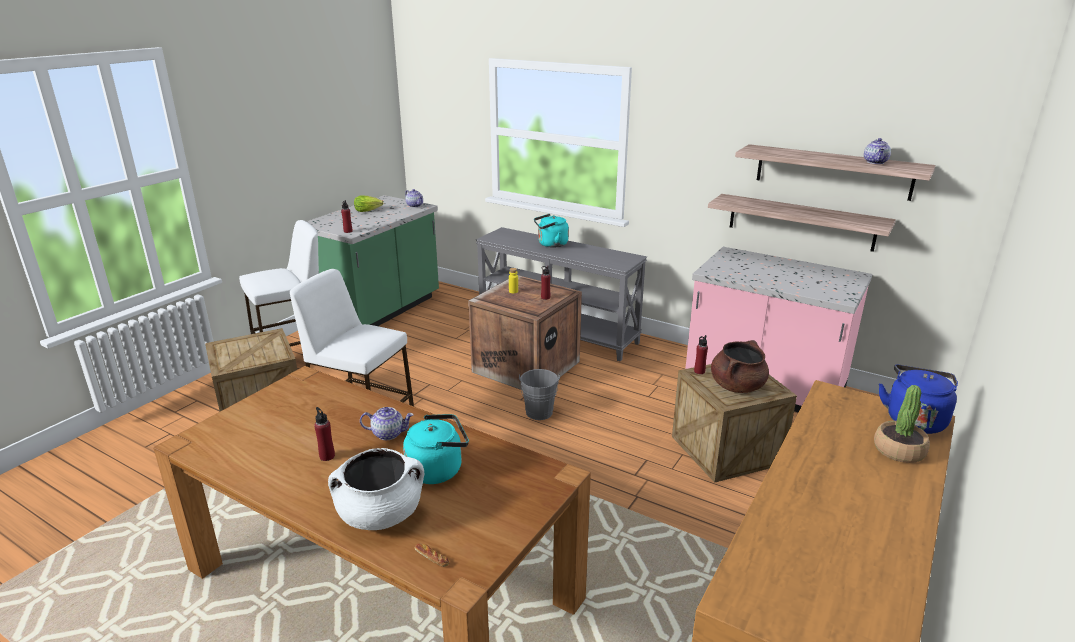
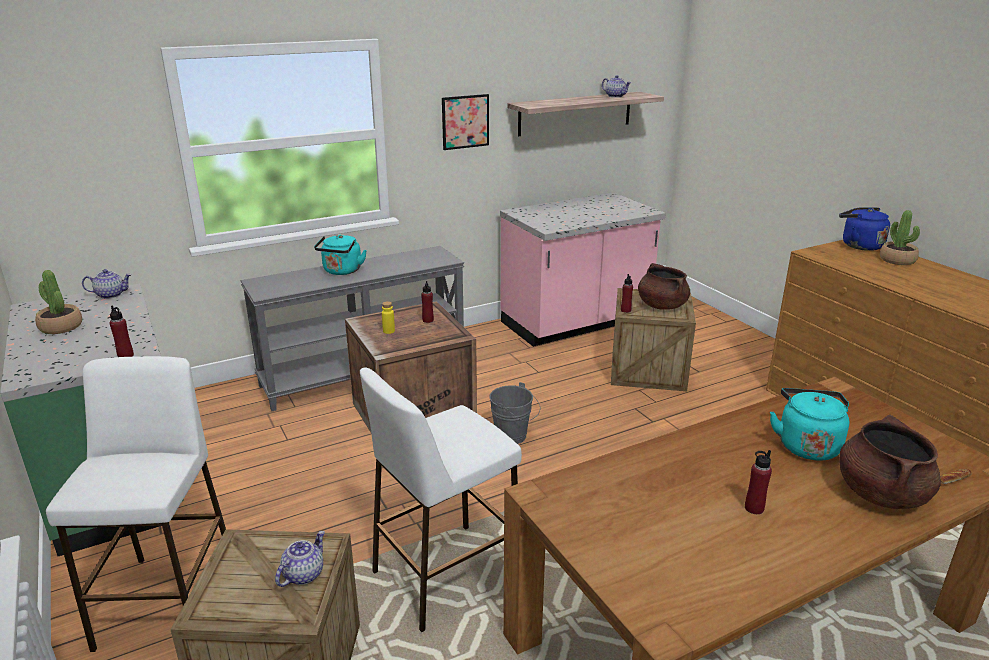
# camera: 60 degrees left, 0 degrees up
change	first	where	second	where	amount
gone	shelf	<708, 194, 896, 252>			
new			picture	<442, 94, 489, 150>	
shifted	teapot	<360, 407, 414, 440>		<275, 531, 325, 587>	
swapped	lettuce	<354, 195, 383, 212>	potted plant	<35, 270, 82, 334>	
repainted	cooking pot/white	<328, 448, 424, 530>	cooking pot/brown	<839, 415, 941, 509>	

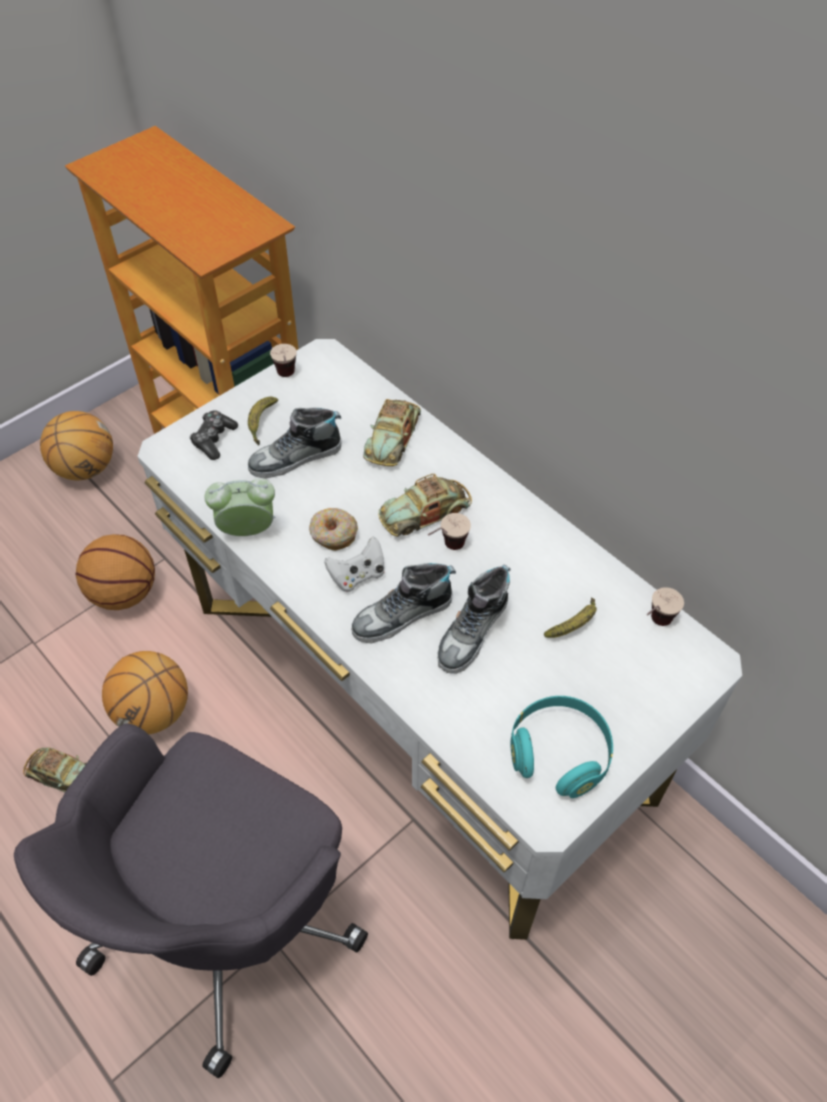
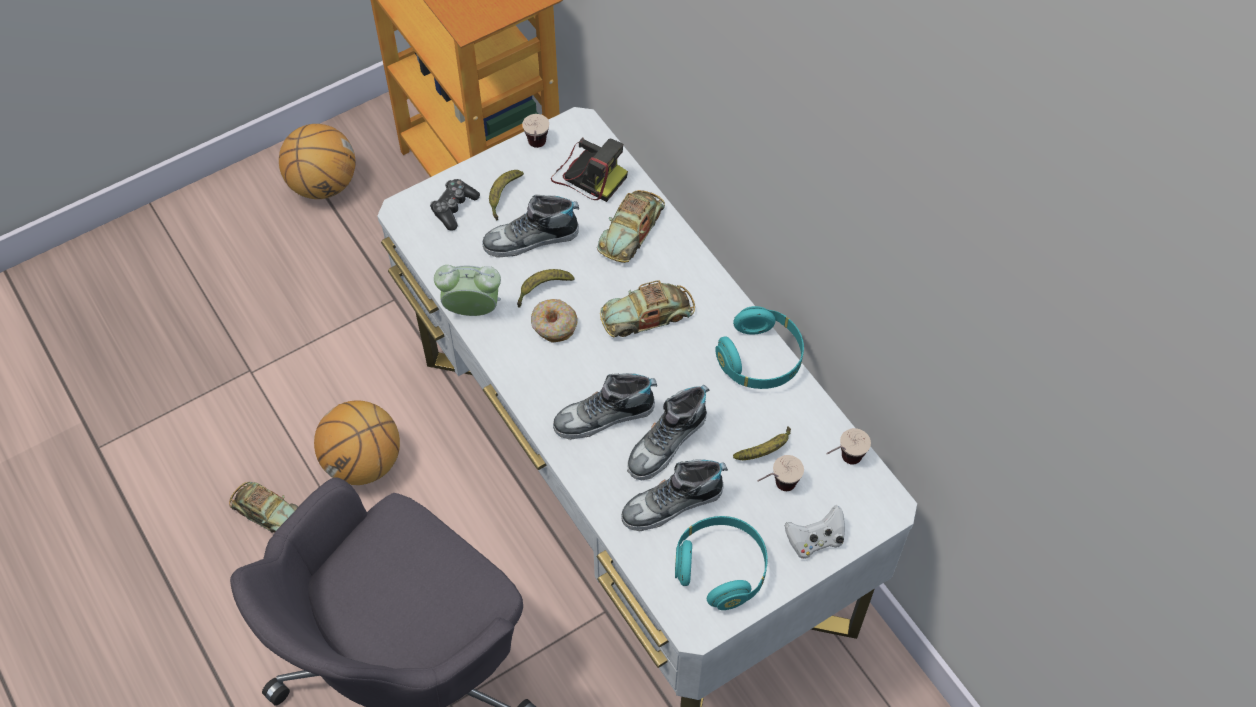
# camera: 10 degrees right, 5 degrees up
change	first	where	second	where	amount
gone	basketball	<76, 534, 155, 610>			
new			banana	<517, 269, 574, 307>	
new			photo camera	<551, 138, 628, 202>	
new			shoe	<621, 459, 728, 531>	
new			headphones/turquoise	<715, 306, 804, 389>	
shifted	game controller/white	<324, 536, 385, 592>		<785, 505, 845, 559>	
shifted	cup	<428, 513, 471, 550>		<757, 455, 804, 491>	

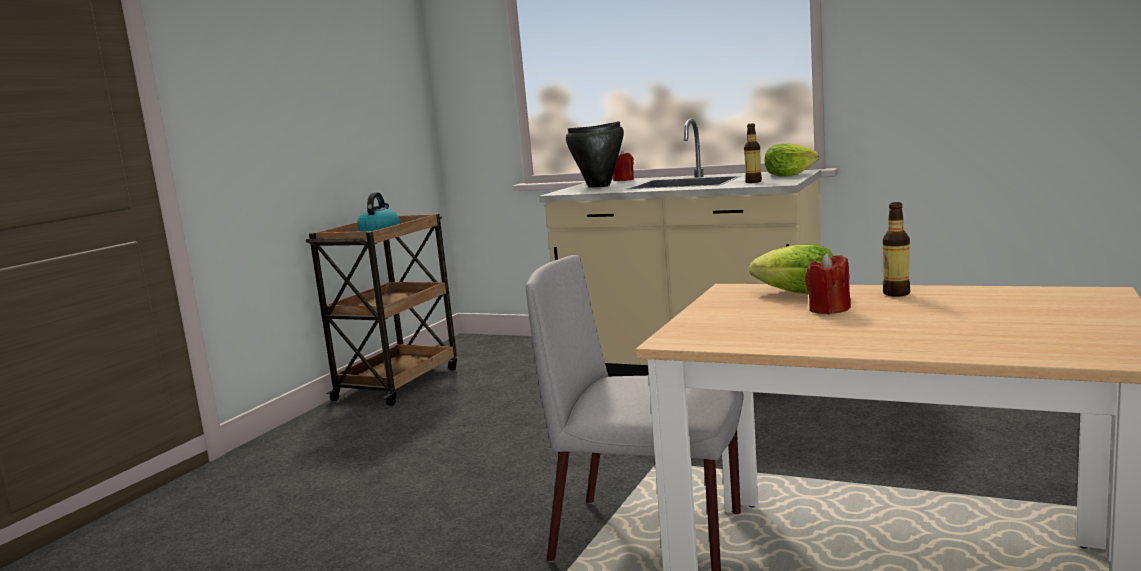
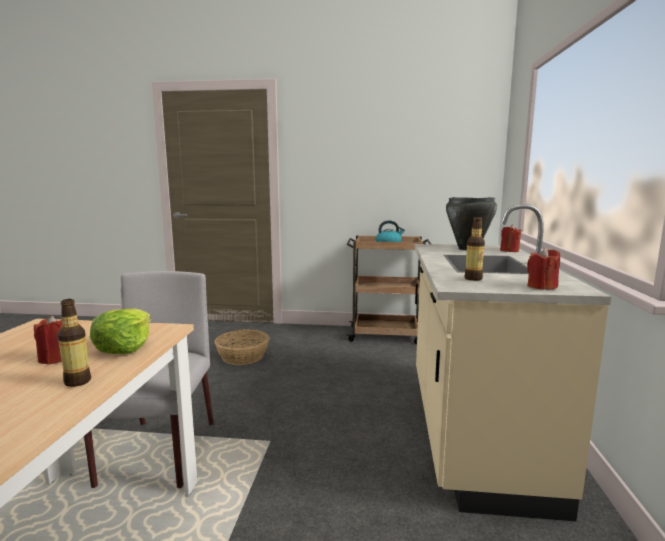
# camera: 70 degrees right, 0 degrees up
change	first	where	second	where	amount
new			basket	<214, 330, 269, 365>	
swapped	lettuce	<765, 144, 819, 176>	candle/red	<527, 247, 560, 290>	

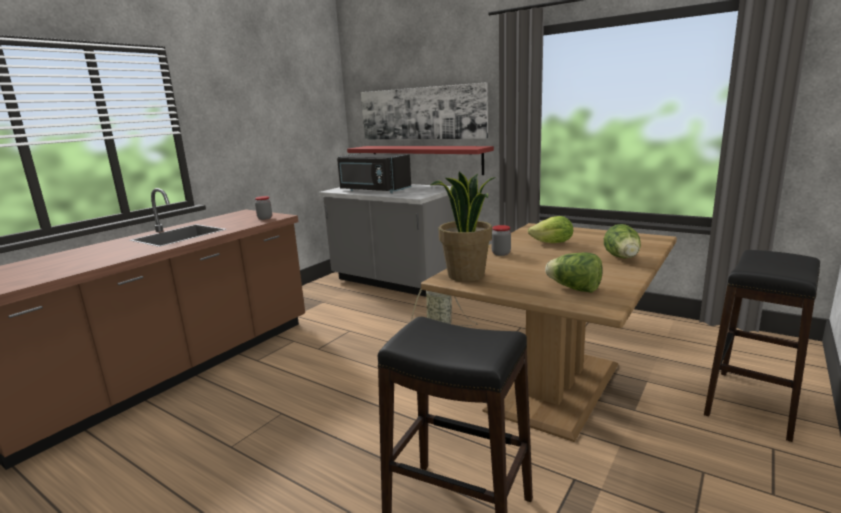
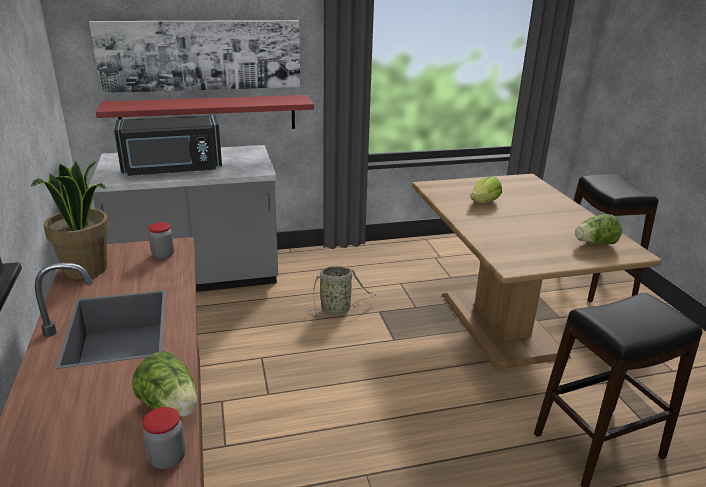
# camera: 50 degrees left, 10 degrees up
change	first	where	second	where	amount
shifted	potted plant	<430, 171, 495, 282>		<31, 161, 109, 279>	
shifted	jar	<492, 225, 511, 256>		<143, 407, 186, 469>	
shifted	lettuce	<604, 224, 641, 258>		<132, 351, 197, 417>	

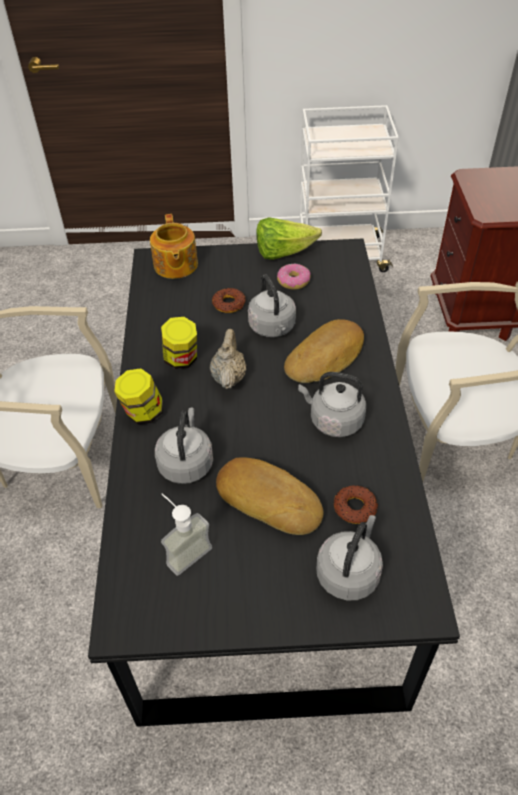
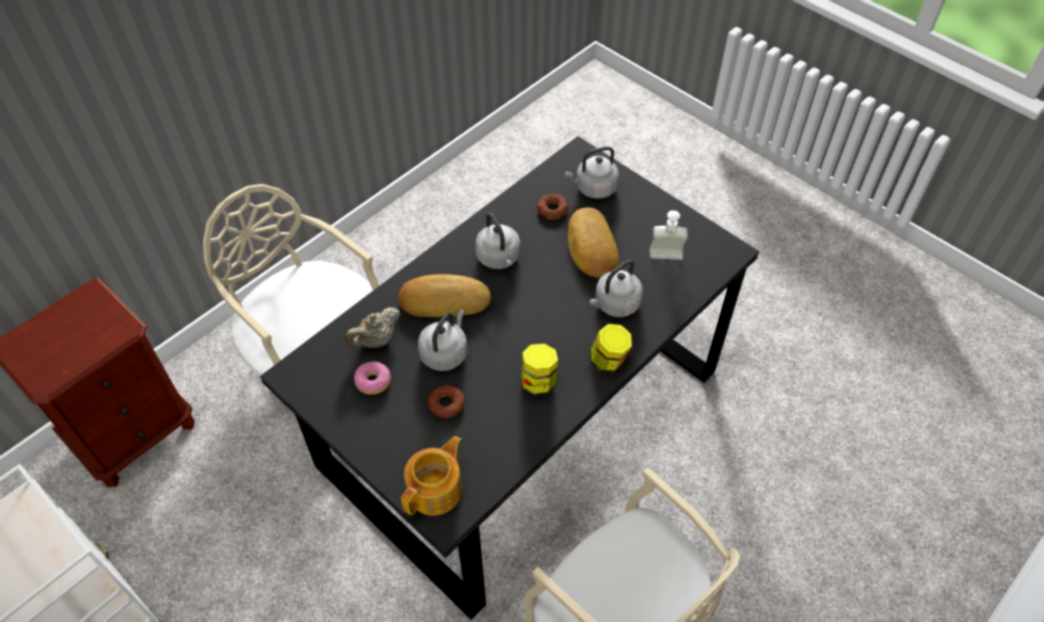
# camera: 135 degrees left, 5 degrees up
change	first	where	second	where	amount
gone	lettuce	<256, 217, 322, 260>			
shifted	teapot/beige	<210, 329, 246, 389>		<345, 307, 401, 348>	

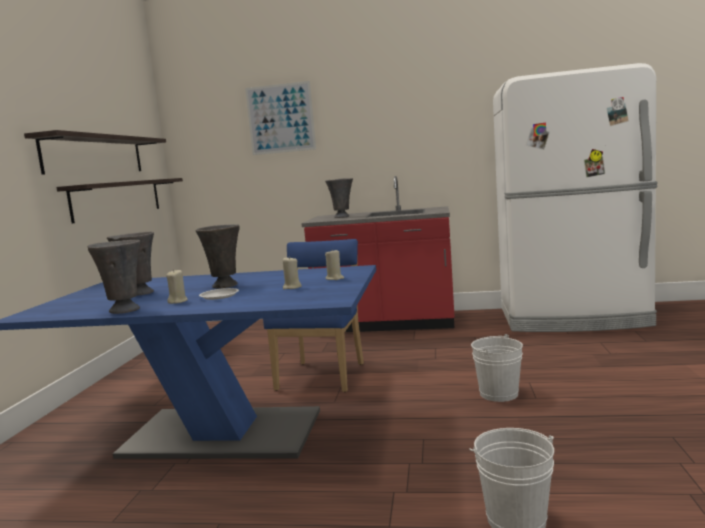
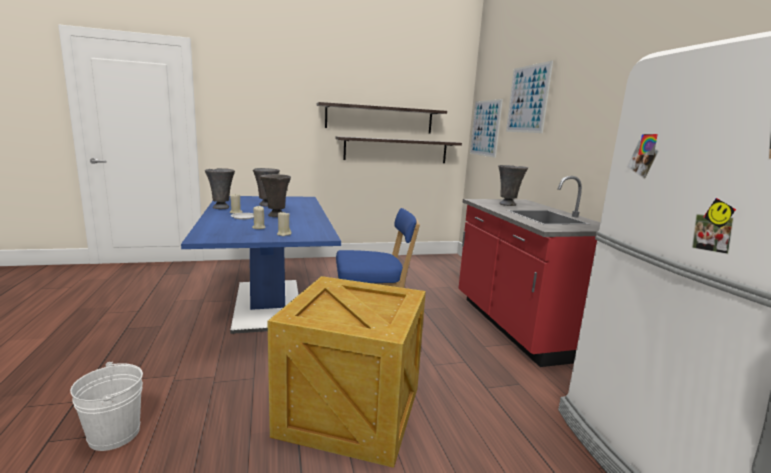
# camera: 65 degrees right, 5 degrees up
change	first	where	second	where	amount
new			picture	<470, 99, 503, 158>	
swapped	bucket/white	<471, 334, 523, 402>	crate	<267, 276, 426, 468>	

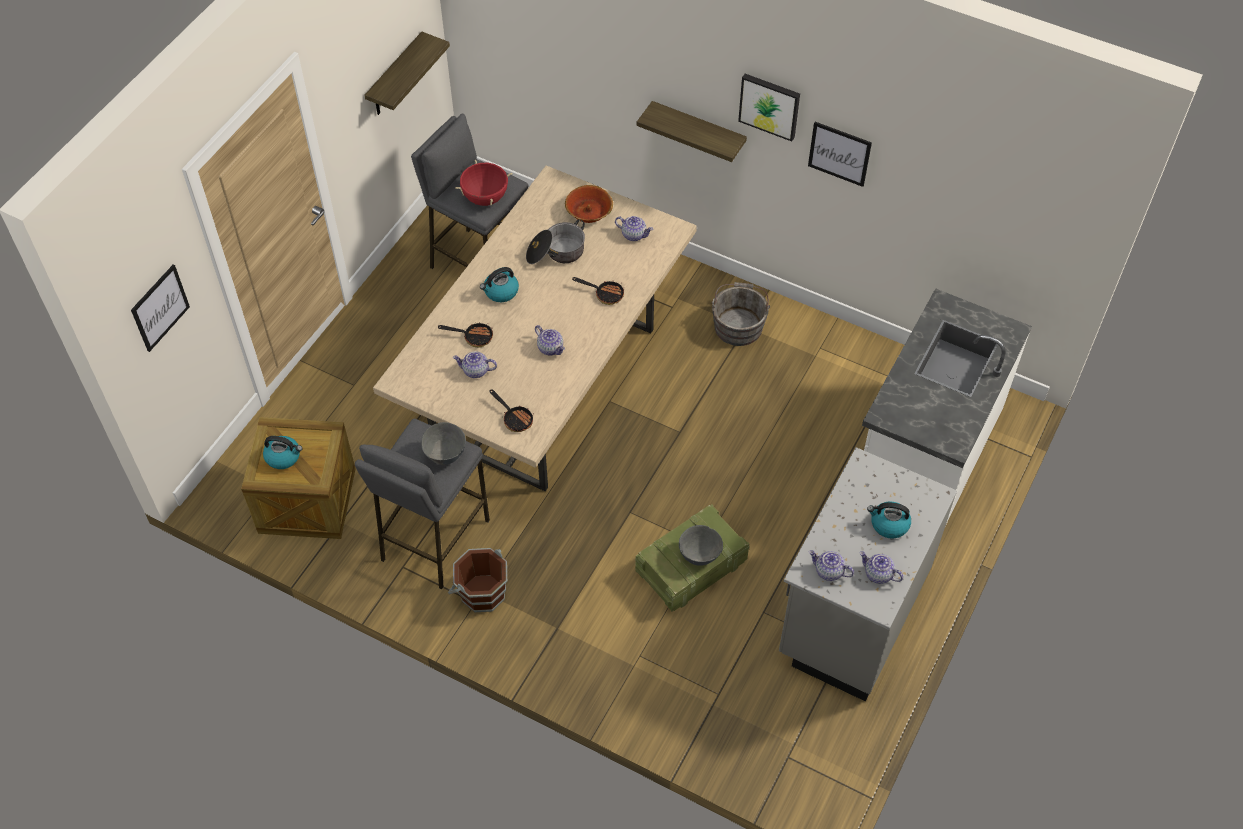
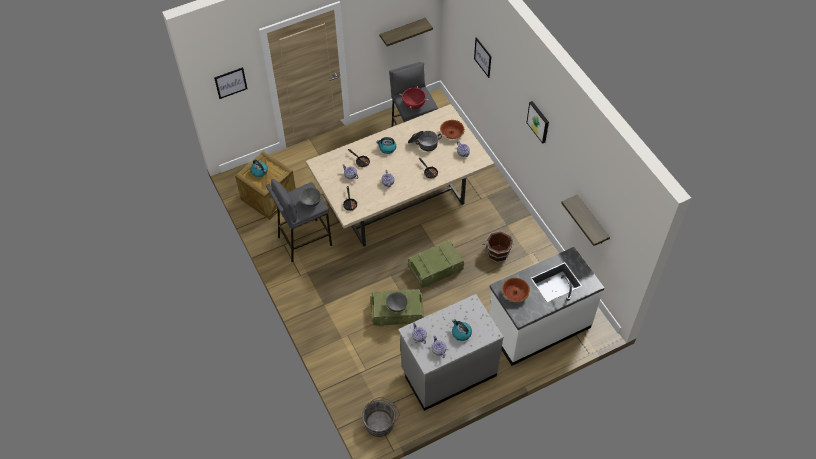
# camera: 35 degrees right, 0 degrees up
change	first	where	second	where	amount
new			crate	<408, 240, 464, 288>	
new			bowl	<502, 278, 530, 302>	
shifted	bucket/brown	<448, 548, 507, 612>		<482, 231, 514, 263>	
shifted	shelf	<637, 101, 747, 162>		<561, 195, 610, 246>	
shifted	bucket/grey	<712, 282, 770, 346>		<362, 397, 400, 437>	
shifted	picture	<808, 122, 872, 187>		<474, 37, 491, 78>	

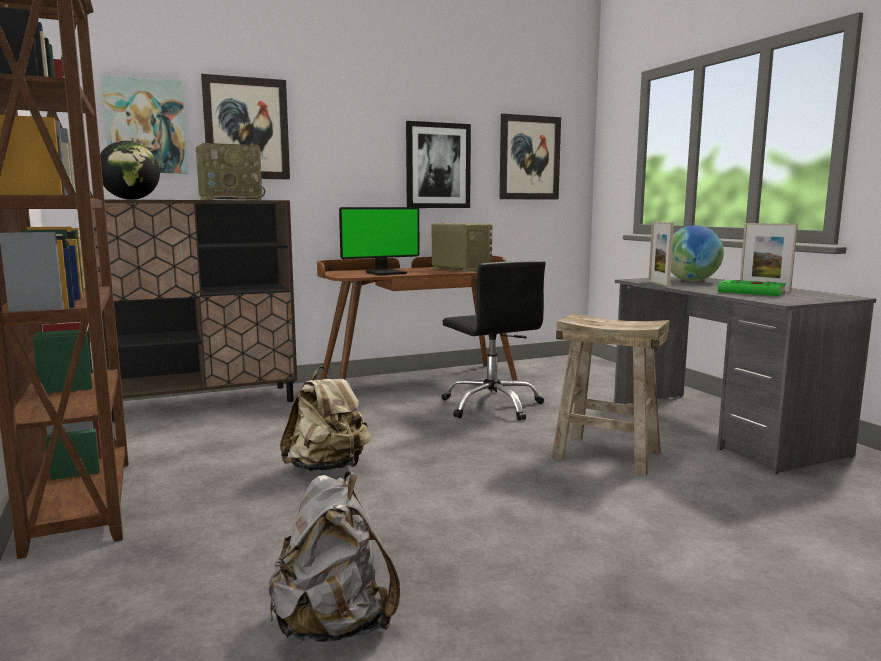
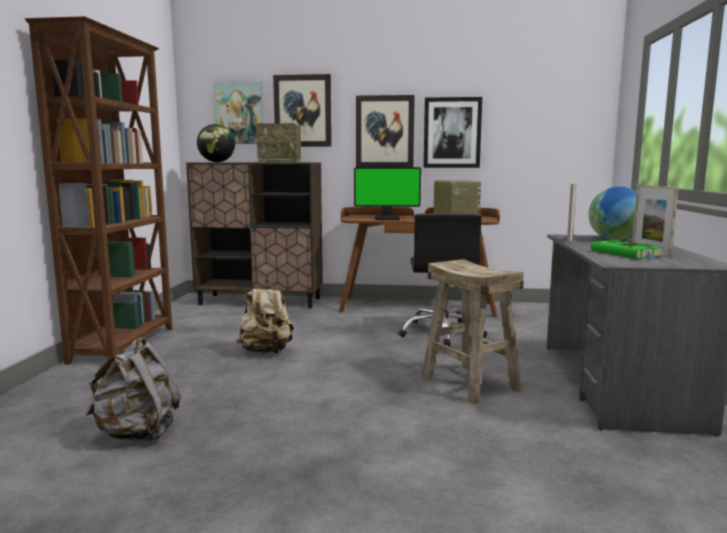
# camera: 30 degrees right, 0 degrees up
change	first	where	second	where	amount
shifted	picture	<499, 114, 561, 200>		<356, 95, 415, 167>	

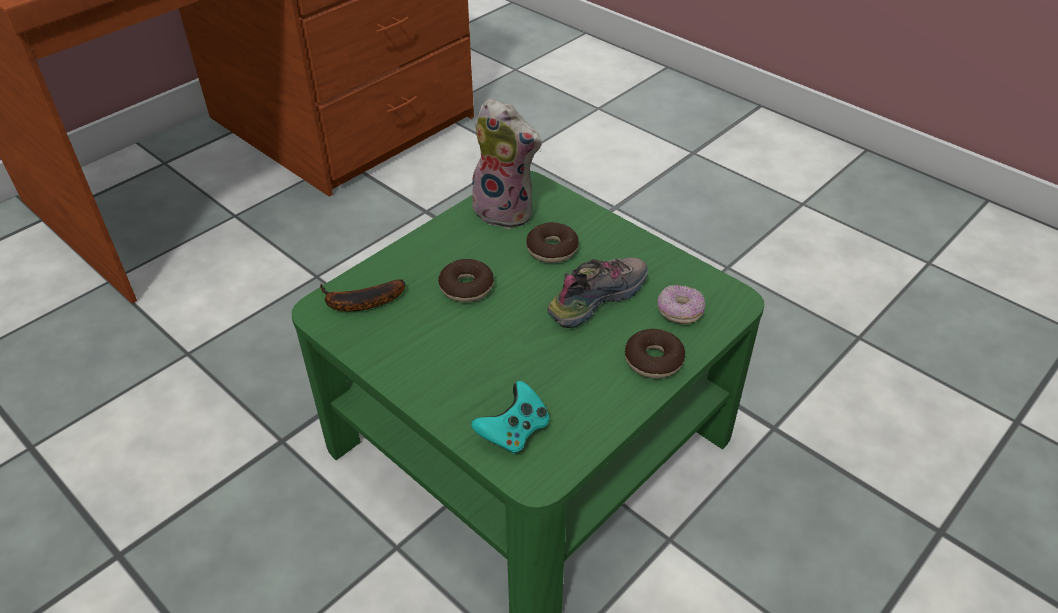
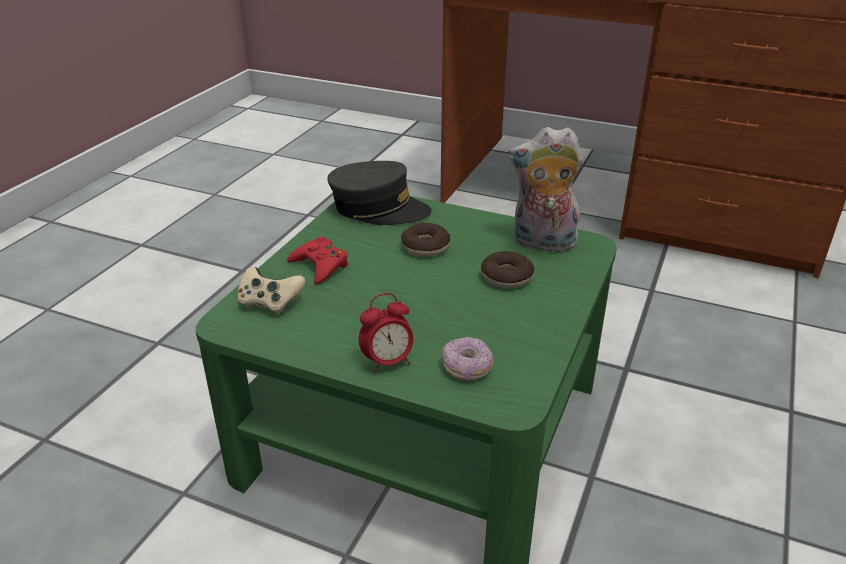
# camera: 70 degrees right, 10 degrees down
change	first	where	second	where	amount
gone	shoe	<547, 257, 648, 328>			
new			game controller/red	<287, 236, 348, 285>	
swapped	banana	<320, 279, 405, 311>	cap/grey	<328, 161, 432, 225>	
swapped	donut	<625, 329, 685, 378>	alarm clock	<359, 293, 413, 374>	
repainted	game controller/turquoise	<471, 381, 550, 454>	game controller/beige	<238, 266, 305, 315>	
rotated	plush toy	<472, 98, 542, 229>		<508, 127, 583, 252>	90 degrees clockwise

